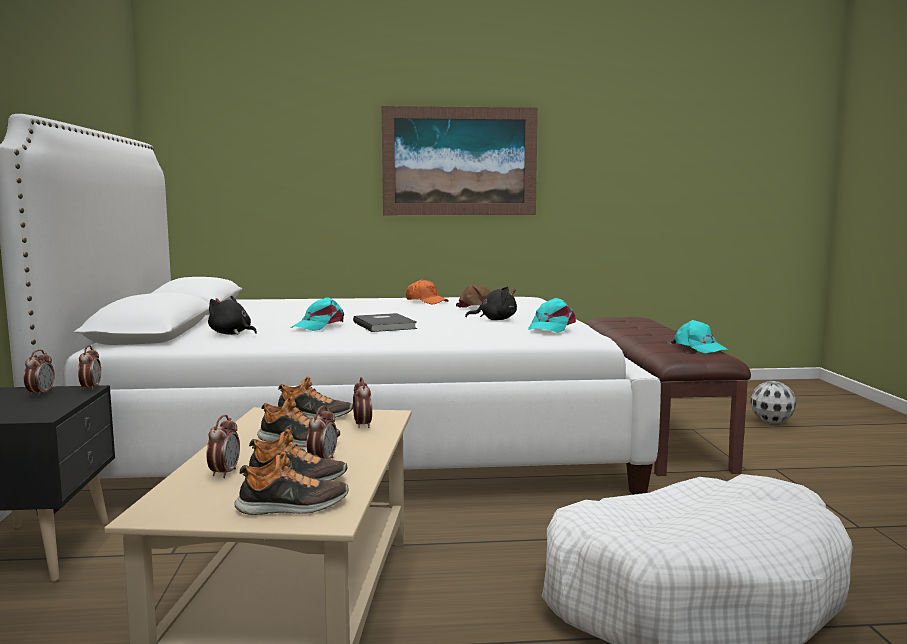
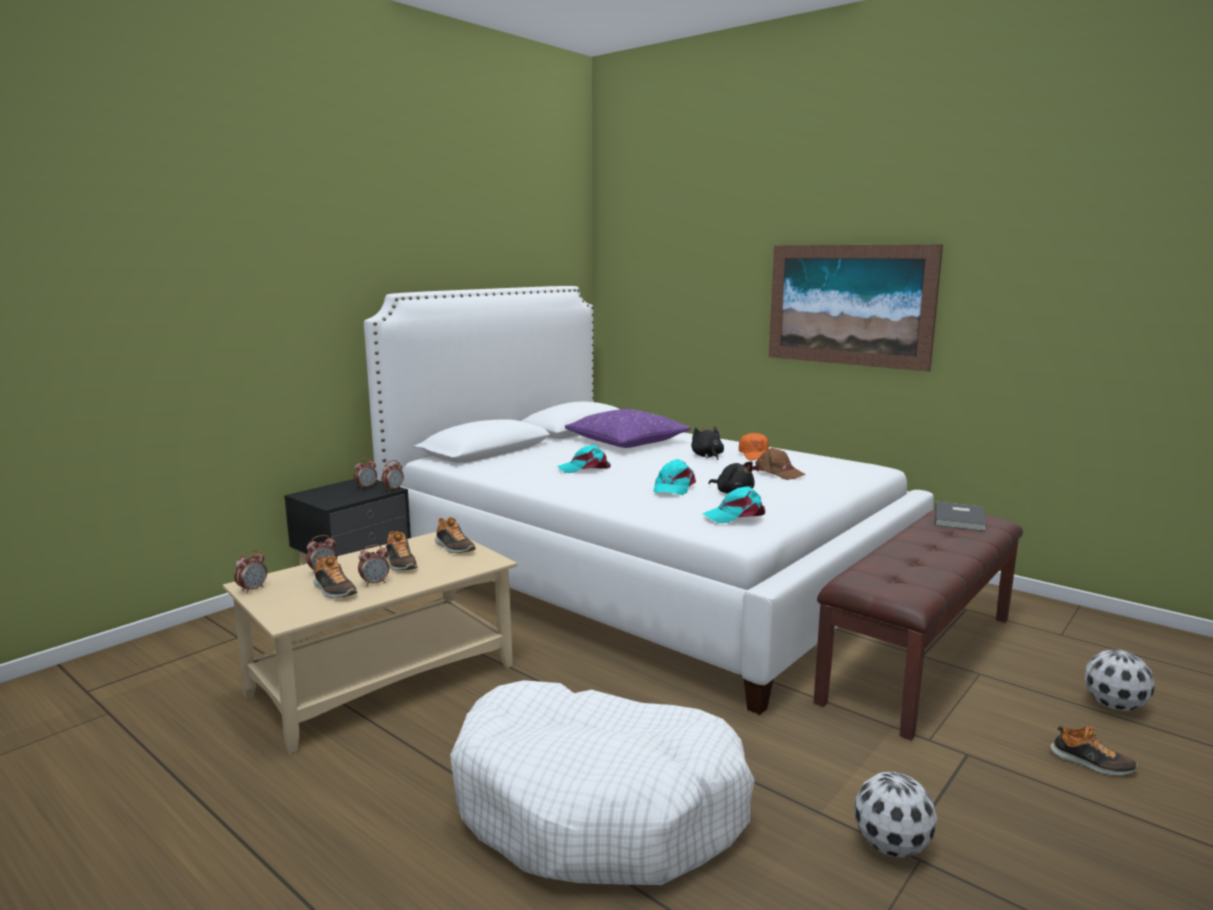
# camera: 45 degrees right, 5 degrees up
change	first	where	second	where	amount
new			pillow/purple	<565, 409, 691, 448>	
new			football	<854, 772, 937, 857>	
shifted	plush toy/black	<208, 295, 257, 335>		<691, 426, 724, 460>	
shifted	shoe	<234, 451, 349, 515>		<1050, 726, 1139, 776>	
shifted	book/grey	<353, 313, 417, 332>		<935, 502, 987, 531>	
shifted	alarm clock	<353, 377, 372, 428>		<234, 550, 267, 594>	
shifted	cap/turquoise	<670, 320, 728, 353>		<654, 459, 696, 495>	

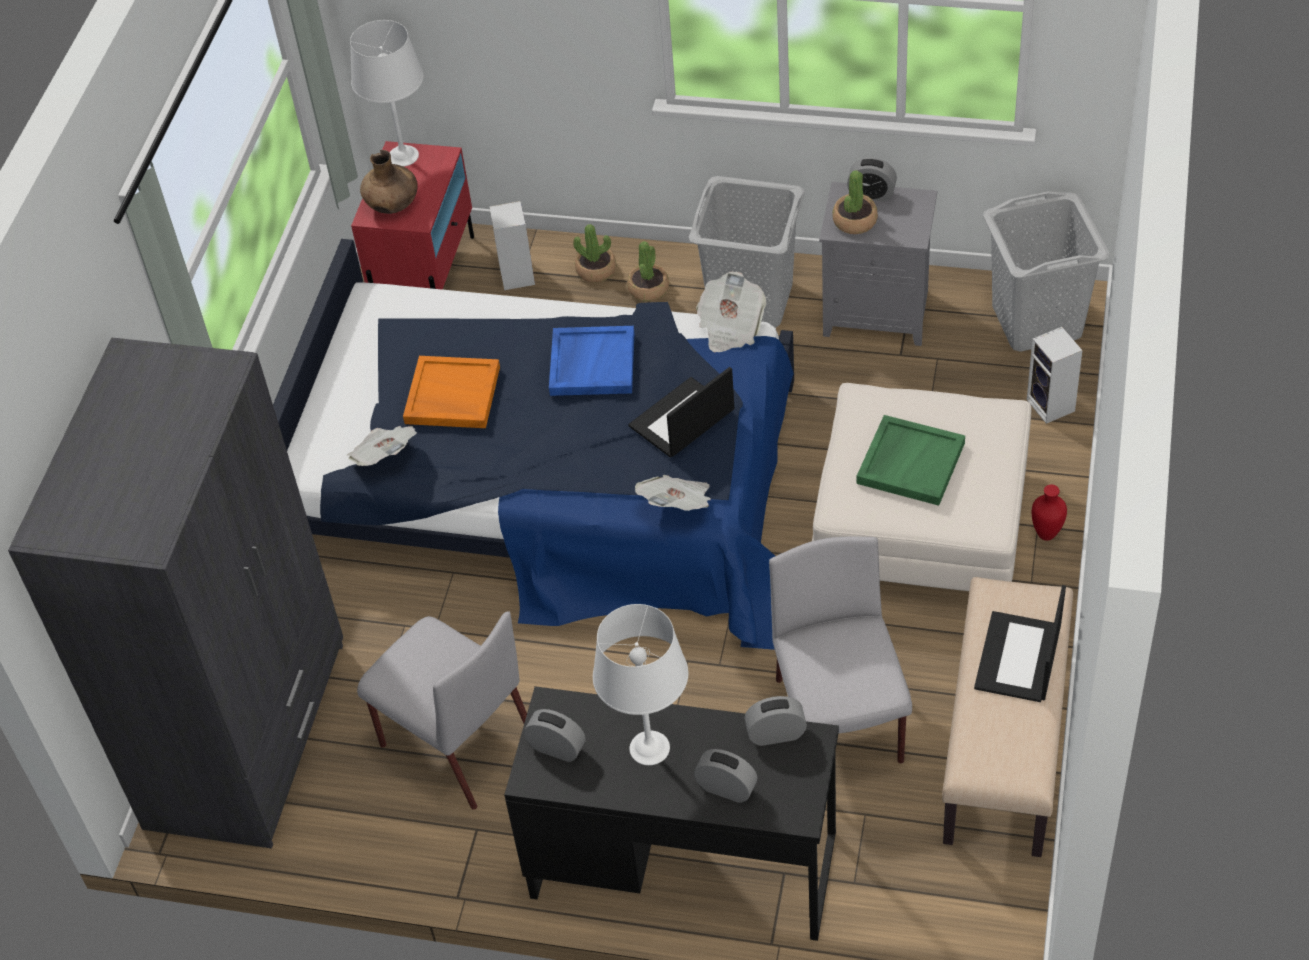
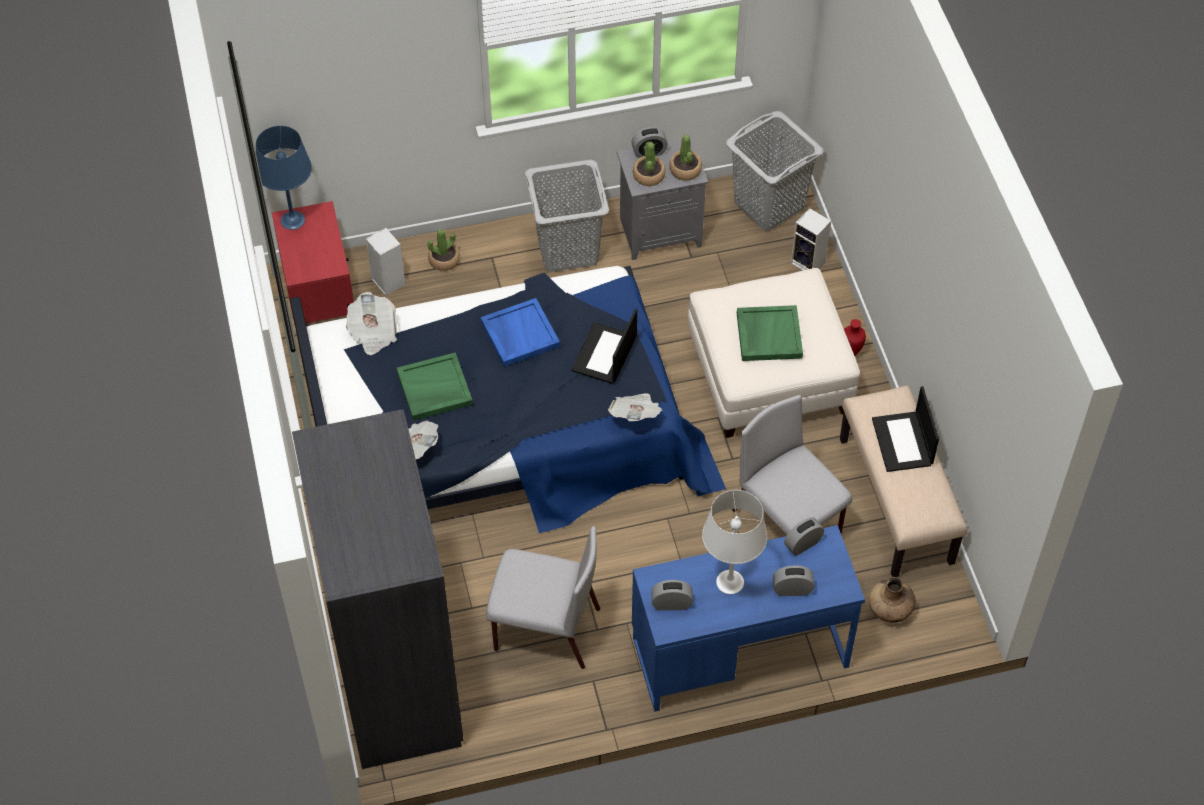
# camera: 30 degrees left, 5 degrees up
change	first	where	second	where	amount
shifted	vase/brown	<360, 150, 418, 214>		<868, 577, 916, 623>	
shifted	potted plant	<627, 241, 669, 302>		<669, 135, 702, 181>	
shifted	newspaper	<696, 272, 767, 352>		<346, 292, 397, 355>	
repainted	table lamp/white	<350, 20, 424, 167>	table lamp/blue	<256, 126, 312, 230>	
repainted	tray/orange	<403, 356, 500, 428>	tray/green	<397, 352, 473, 421>	
repainted	desk/black	<504, 686, 839, 941>	desk/blue	<632, 525, 865, 712>	

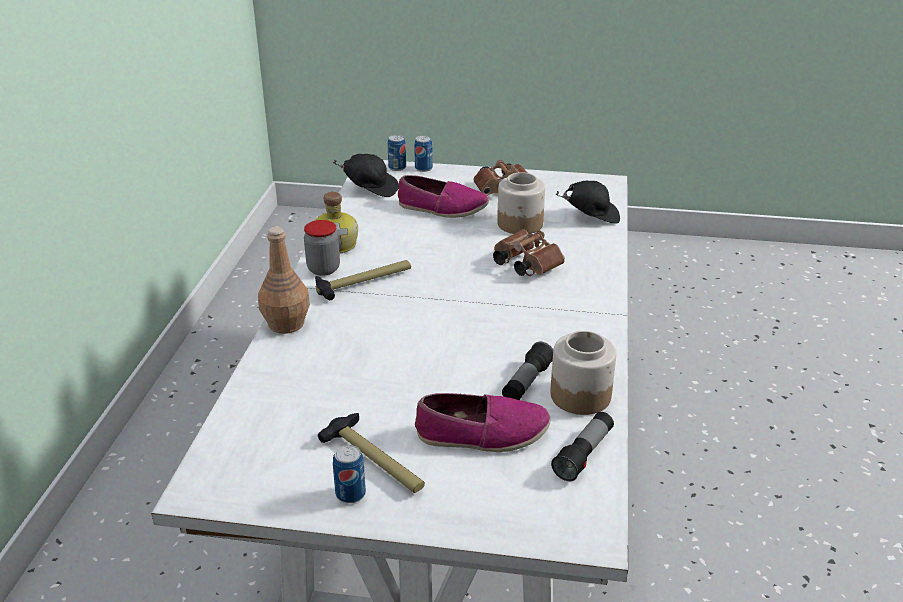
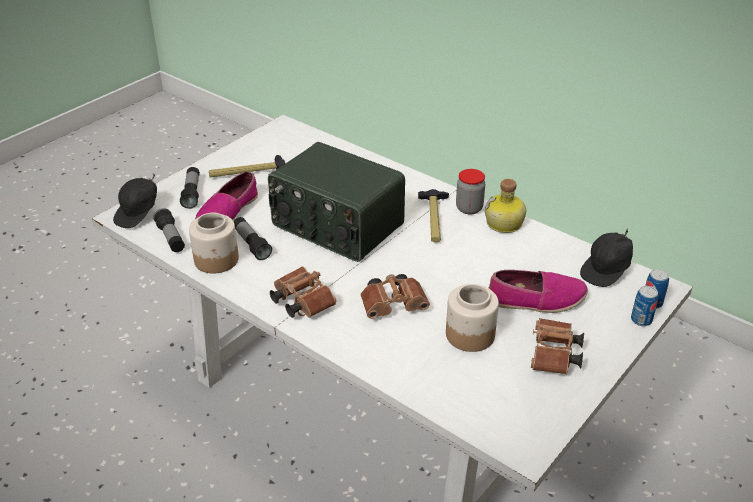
# camera: 120 degrees right, 5 degrees up
change	first	where	second	where	amount
gone	bottle/brown	<258, 227, 310, 334>			
gone	can	<333, 445, 366, 503>			
new			flashlight	<180, 167, 200, 209>	
new			radio	<268, 142, 405, 262>	
new			binoculars/brown	<270, 266, 336, 318>	
shifted	cap/black	<555, 181, 620, 223>		<113, 174, 157, 228>	
rotated	shoe	<398, 175, 489, 218>		<489, 270, 588, 313>	135 degrees counterclockwise

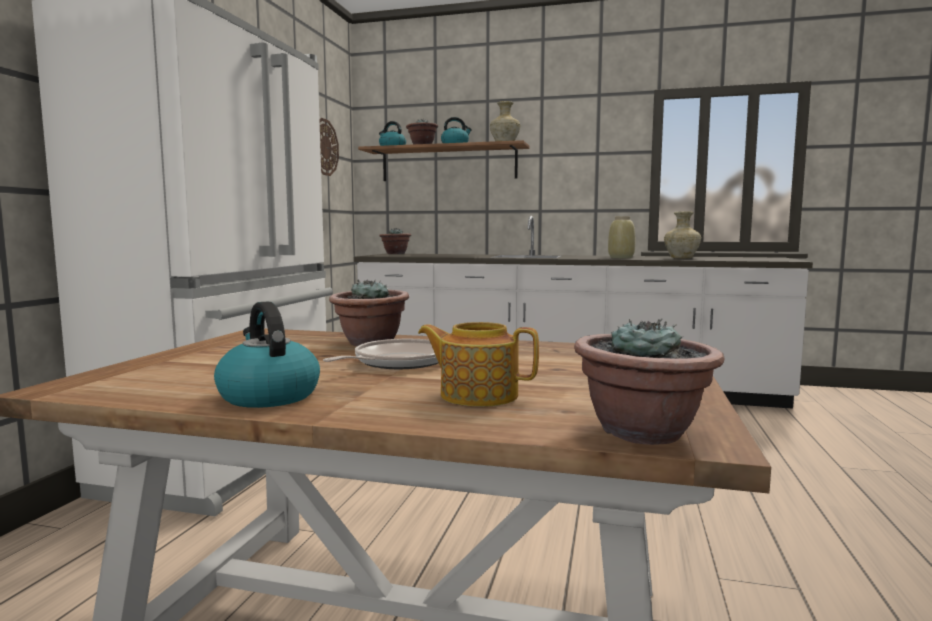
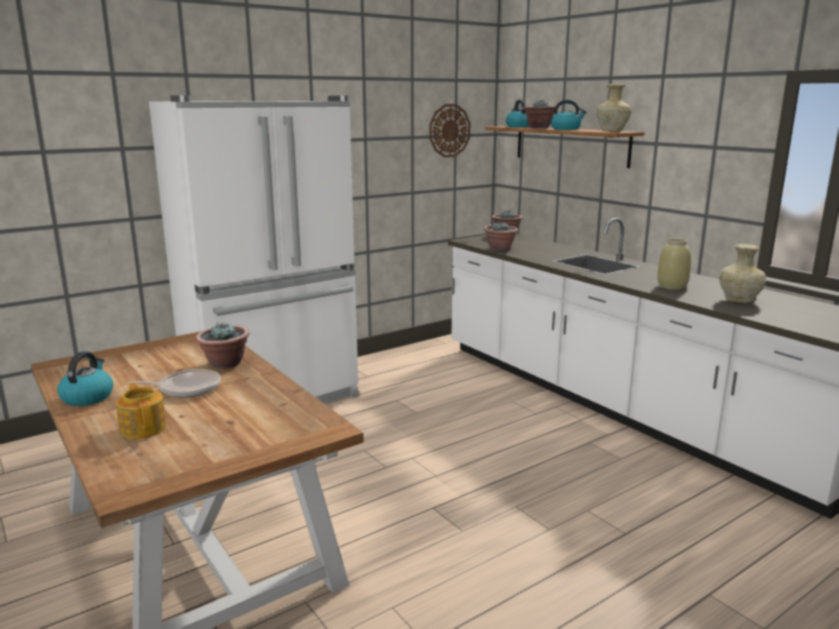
# camera: 40 degrees right, 10 degrees up
change	first	where	second	where	amount
shifted	potted plant	<574, 318, 724, 445>		<484, 222, 518, 251>	

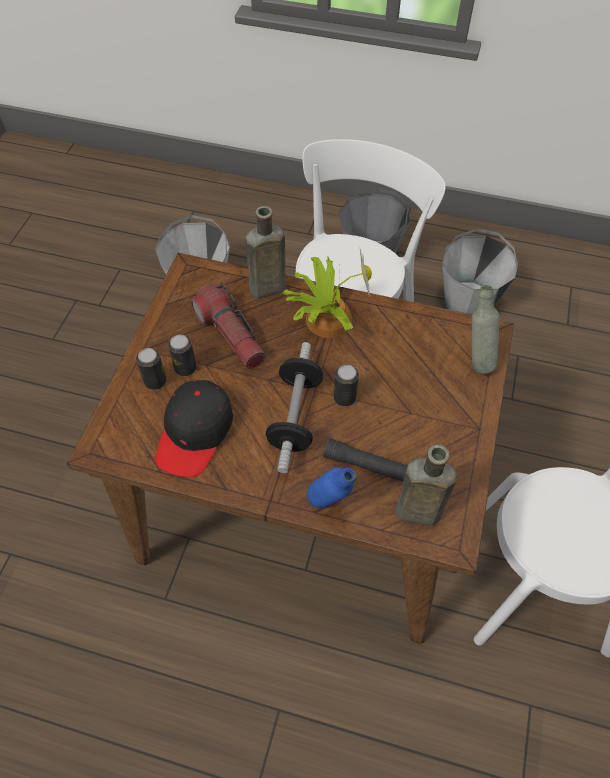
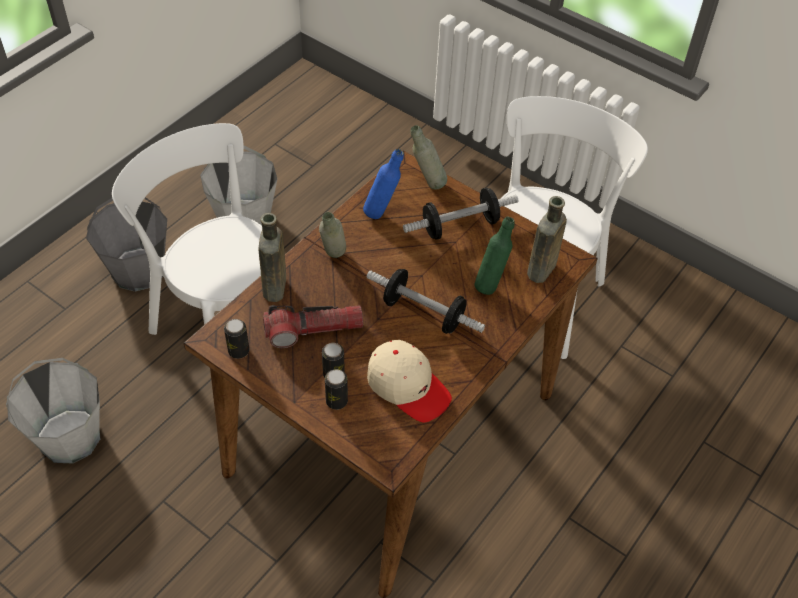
# camera: 70 degrees left, 5 degrees down
change	first	where	second	where	amount
new			dumbbell	<403, 188, 518, 240>	
shifted	bottle/blue	<307, 467, 356, 508>		<363, 149, 404, 219>	
shifted	can	<334, 365, 359, 406>		<224, 319, 249, 359>	
swapped	potted plant	<283, 252, 372, 338>	bottle/grey	<319, 212, 346, 258>	
swapped	flashlight/black	<323, 438, 407, 481>	bottle/green	<474, 217, 515, 295>	
repainted	cap/black	<155, 380, 233, 477>	cap/beige	<367, 340, 452, 422>	

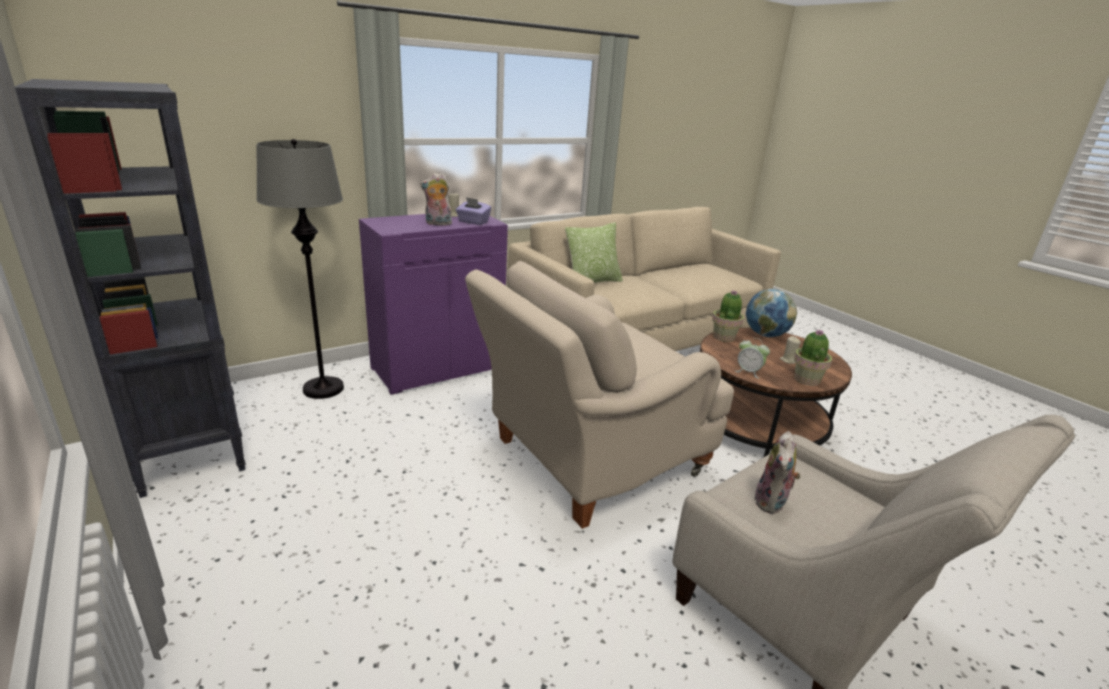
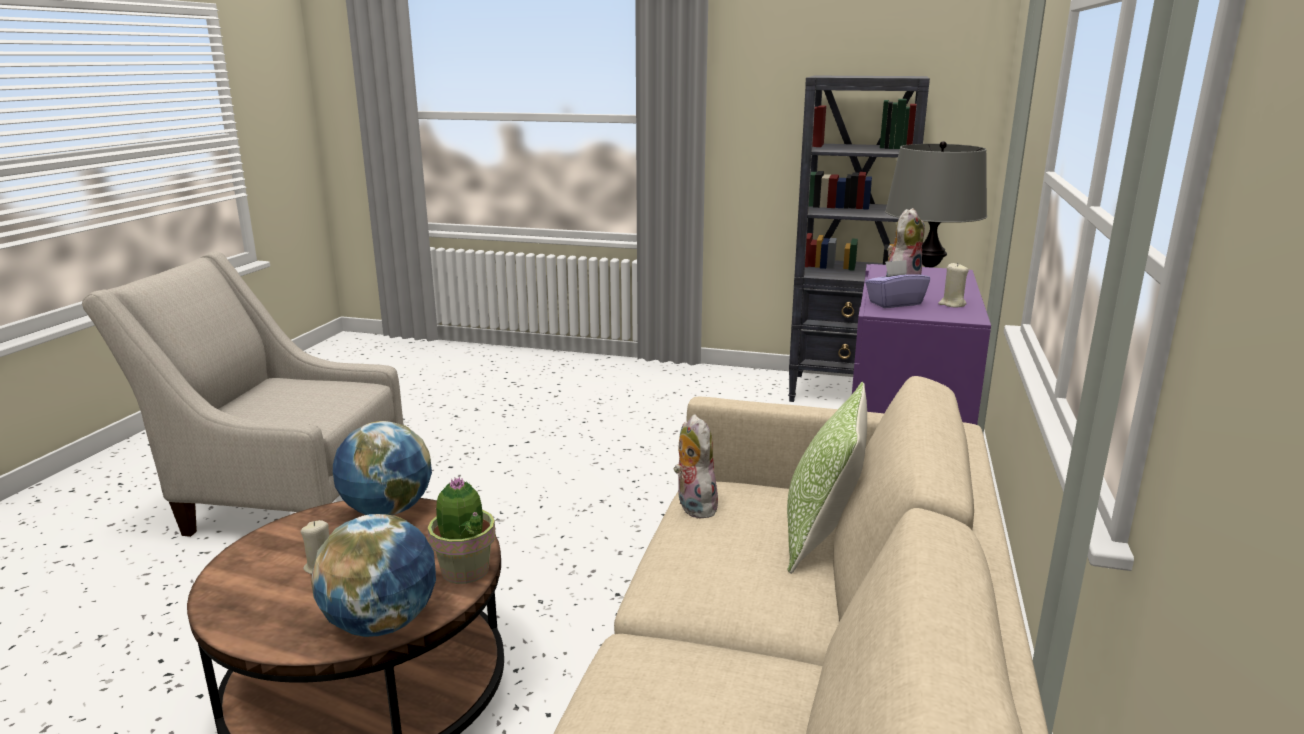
# camera: 140 degrees right, 5 degrees down
change	first	where	second	where	amount
gone	armchair/beige	<465, 261, 734, 529>			
gone	potted plant	<794, 329, 832, 386>			
shifted	plush toy	<754, 431, 801, 514>		<674, 414, 718, 519>	
swapped	alarm clock	<735, 338, 770, 379>	globe	<333, 421, 432, 515>	

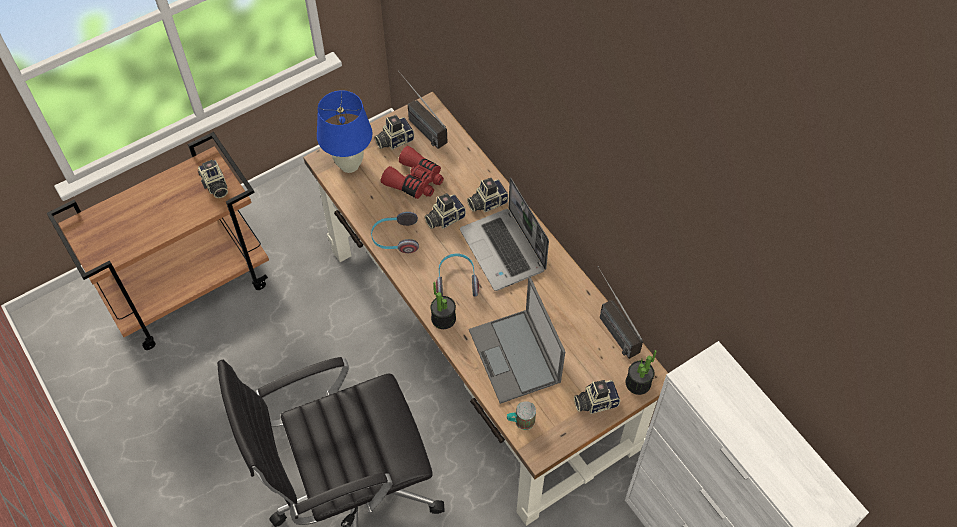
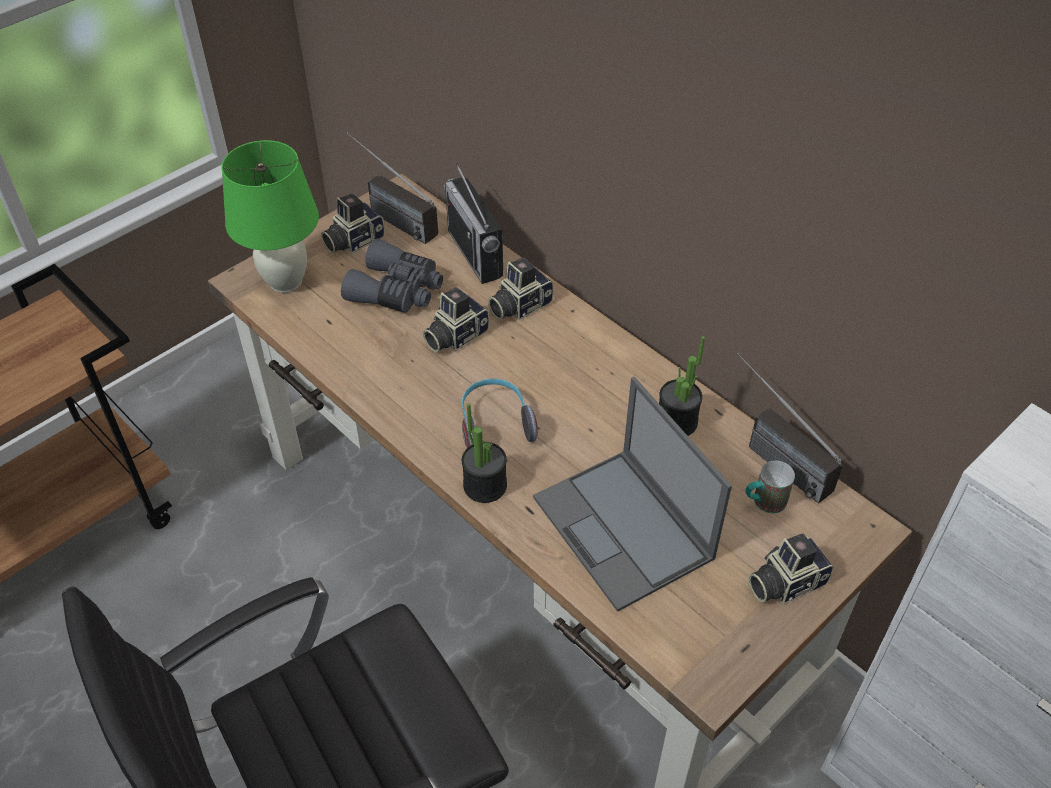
# camera: 10 degrees left, 10 degrees down
change	first	where	second	where	amount
gone	photo camera	<198, 159, 228, 198>			
gone	headphones	<371, 211, 419, 253>			
gone	laptop	<460, 178, 549, 291>			
new			radio	<444, 162, 503, 284>	
shifted	mug	<507, 401, 536, 430>		<745, 461, 795, 513>	
shifted	potted plant	<626, 350, 657, 395>		<659, 336, 705, 436>	
repainted	table lamp/blue	<317, 90, 372, 173>	table lamp/green	<222, 140, 319, 293>	
repainted	binoculars/red	<381, 146, 444, 199>	binoculars/grey	<341, 238, 443, 313>	

